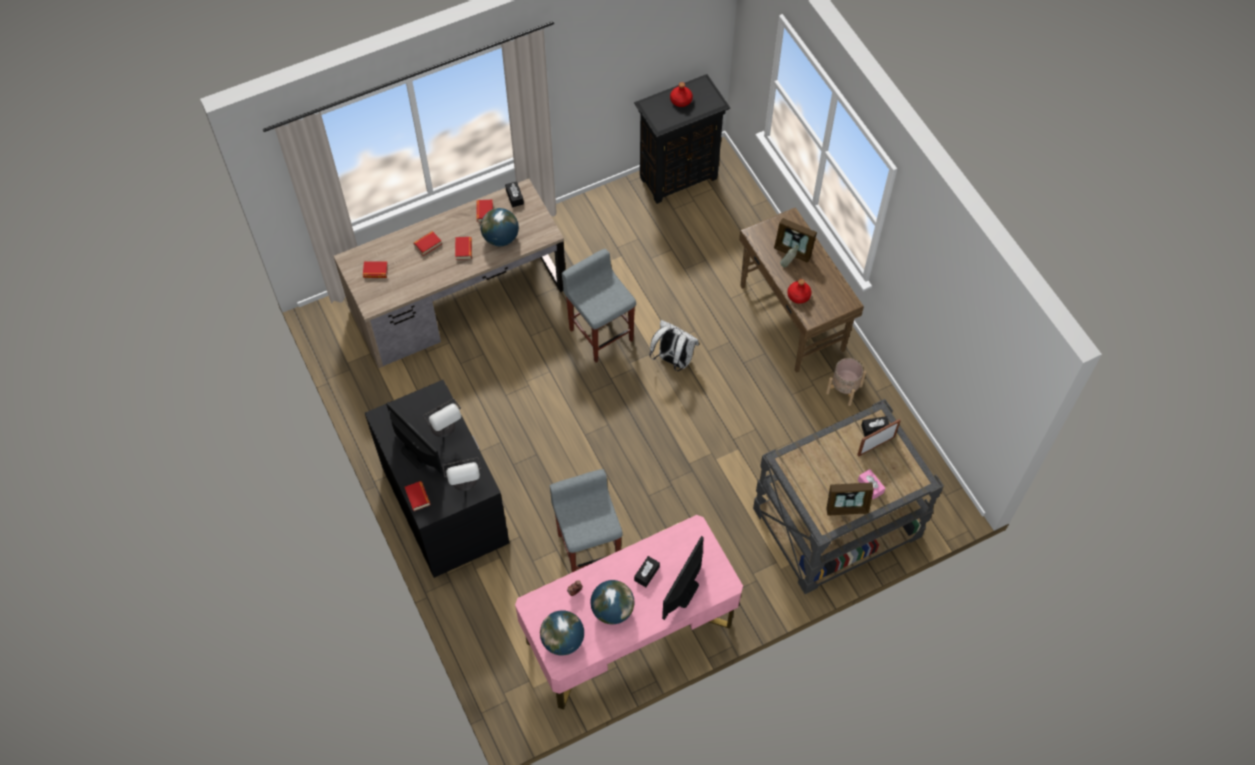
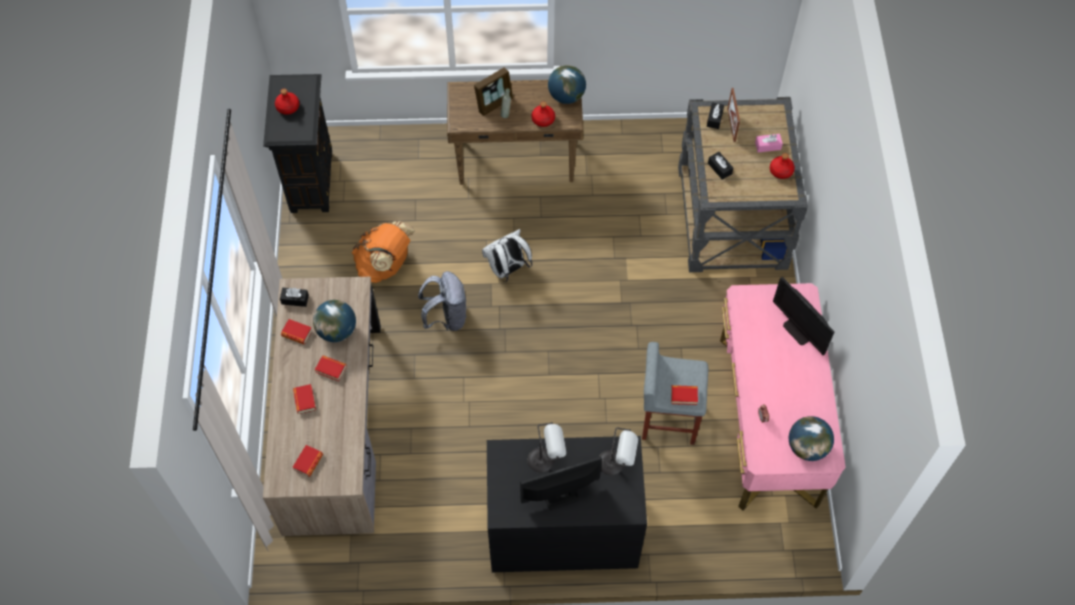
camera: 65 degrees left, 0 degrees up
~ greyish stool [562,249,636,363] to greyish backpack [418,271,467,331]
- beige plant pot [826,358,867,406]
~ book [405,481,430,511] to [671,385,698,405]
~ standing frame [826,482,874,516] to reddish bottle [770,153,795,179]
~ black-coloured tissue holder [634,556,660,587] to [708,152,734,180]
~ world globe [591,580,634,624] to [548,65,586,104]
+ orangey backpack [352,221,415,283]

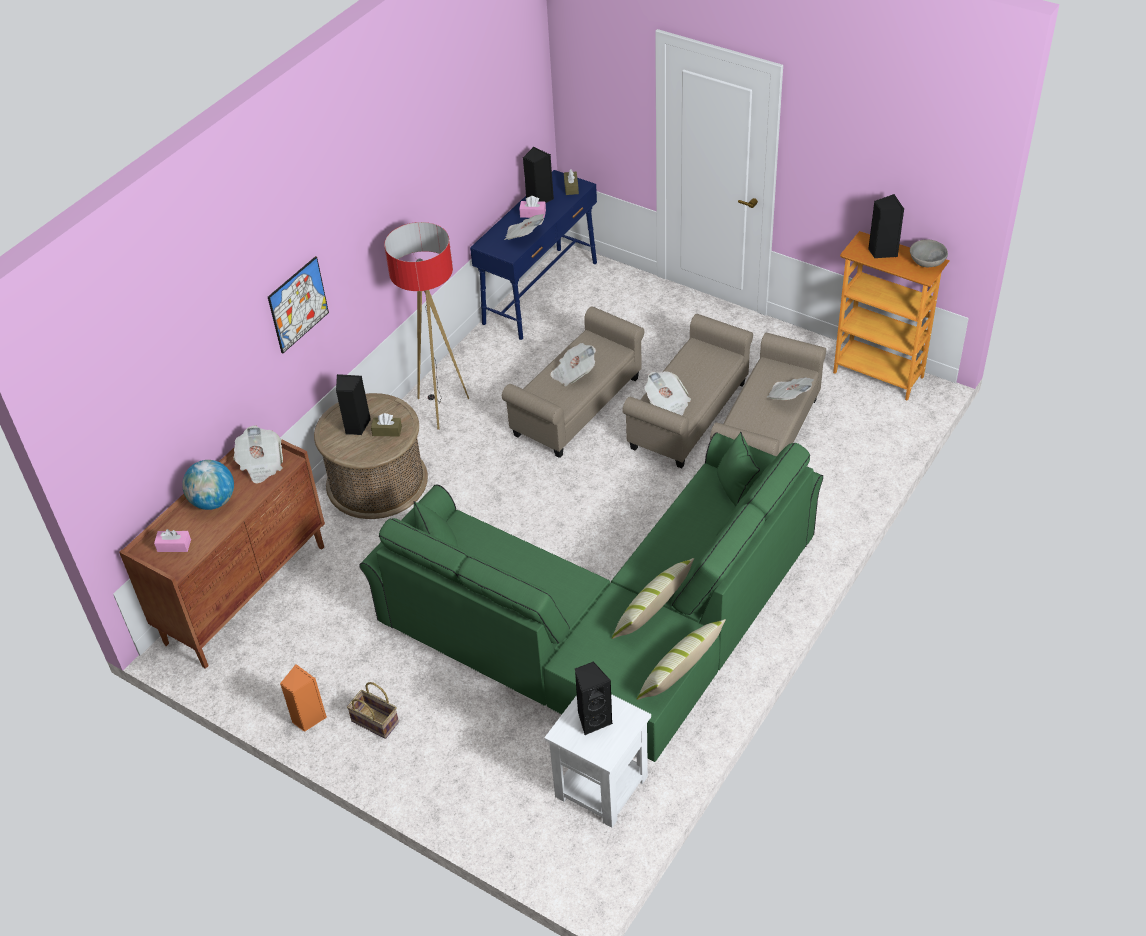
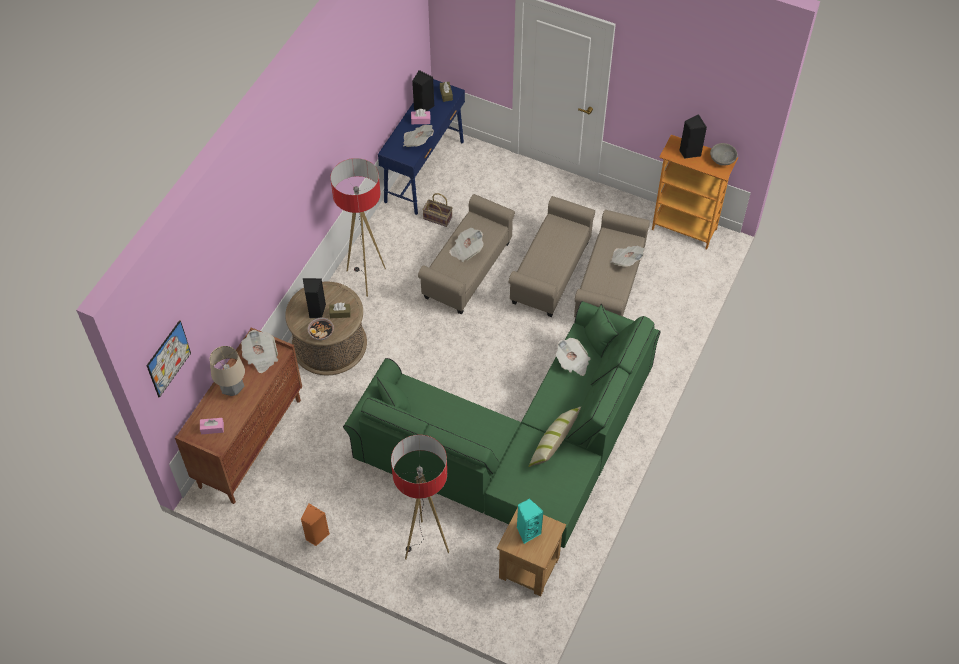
camera: 10 degrees left, 10 degrees up
~ wall art [268,256,329,354] to [146,320,191,398]
~ daily paper [645,371,691,415] to [556,338,591,376]
~ world globe [182,460,234,510] to table lamp [210,346,245,396]
- pillow [637,619,726,700]
~ black-coloured speaker [575,661,613,735] to blue-green speaker [517,498,543,544]
~ household basket [347,682,399,739] to [422,193,452,227]
~ white-coloured end table [544,694,651,828] to brownish end table [497,507,566,596]
+ deep dish [308,318,334,340]
+ standard lamp [391,435,449,559]

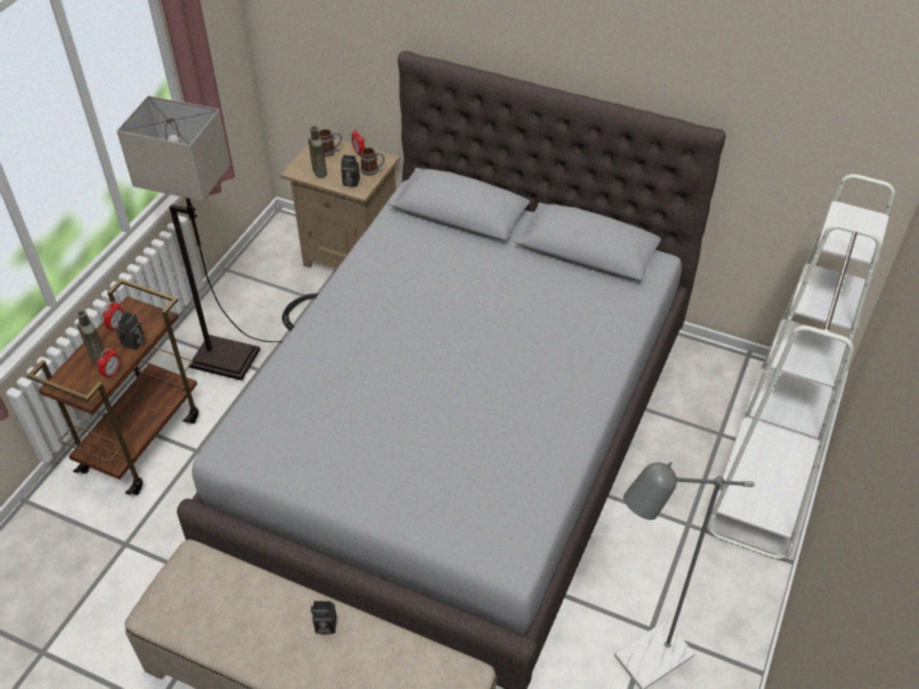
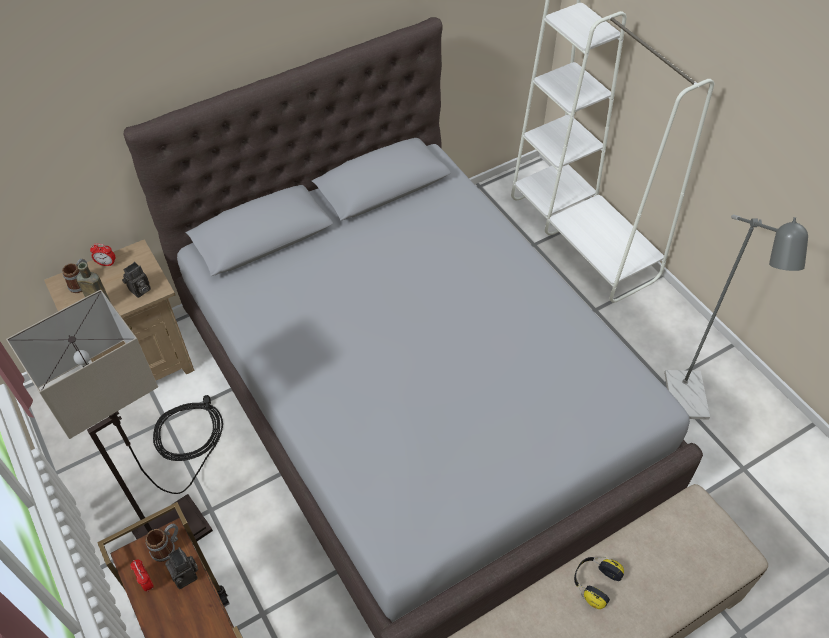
camera: 55 degrees left, 5 degrees up
~ coffee mug [361,147,385,176] to [145,524,178,562]
- brownish bottle [76,310,106,365]
- table clock [97,348,120,379]
~ still camera [311,601,337,635] to pair of headphones [574,557,624,609]

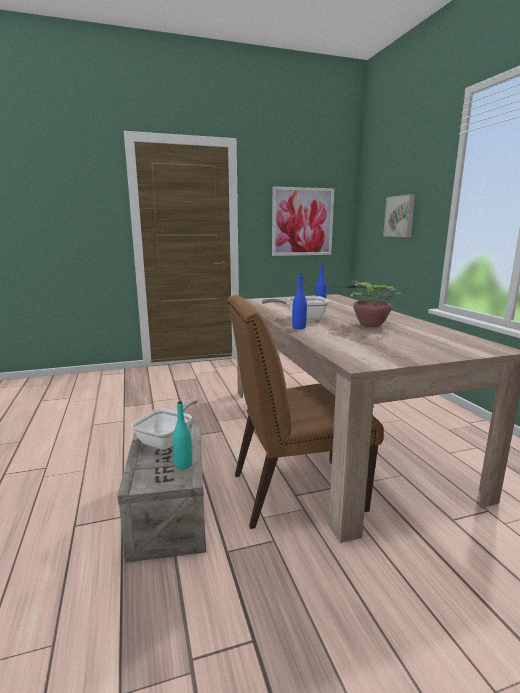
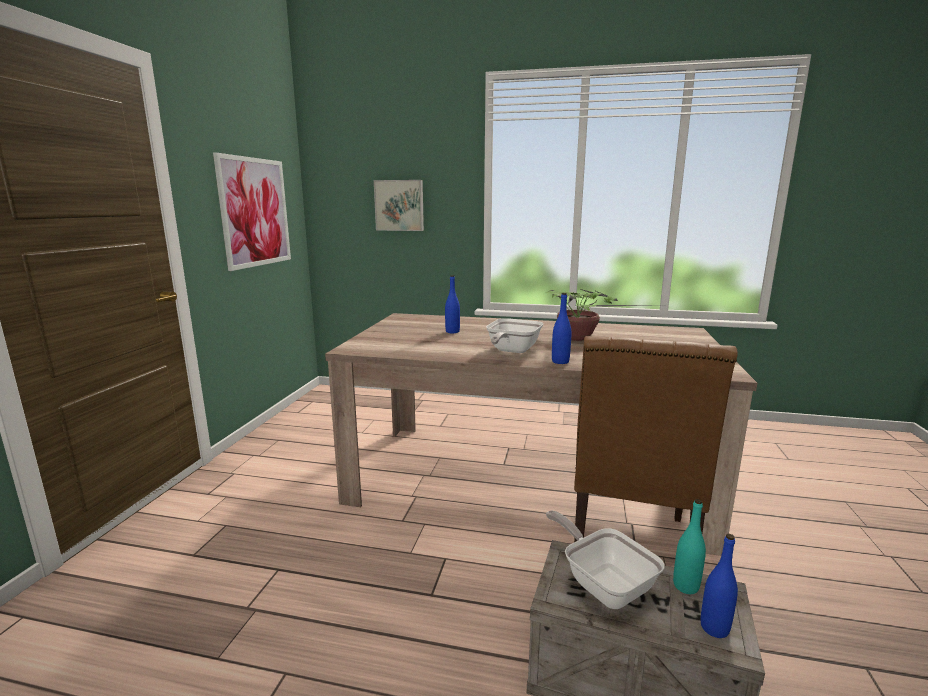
camera: 60 degrees left, 0 degrees up
+ bluish bottle [701,534,738,638]

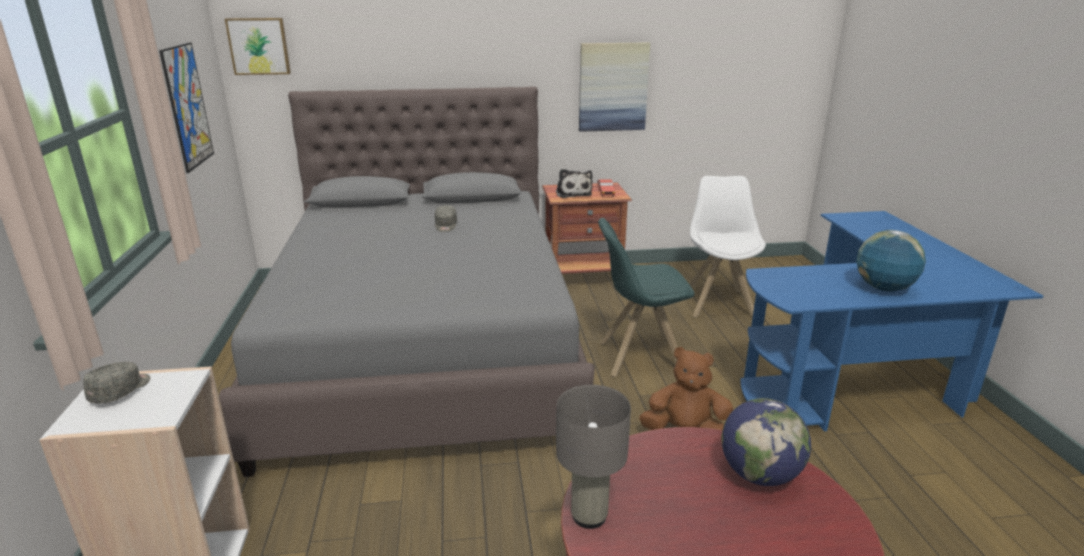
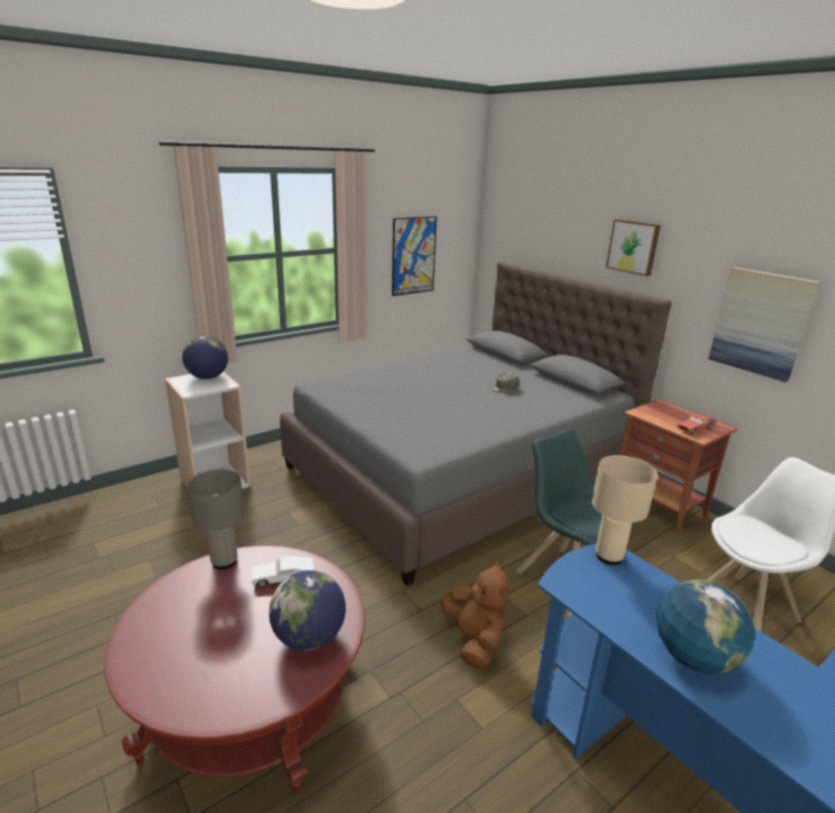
camera: 60 degrees right, 0 degrees up
~ wall art [225,18,291,75] to [606,219,661,276]
- plush toy [556,169,593,198]
~ greyish cap [83,362,150,403] to world globe [182,336,228,379]
+ beige table lamp [592,455,657,565]
+ white-coloured miniature car [252,556,315,587]

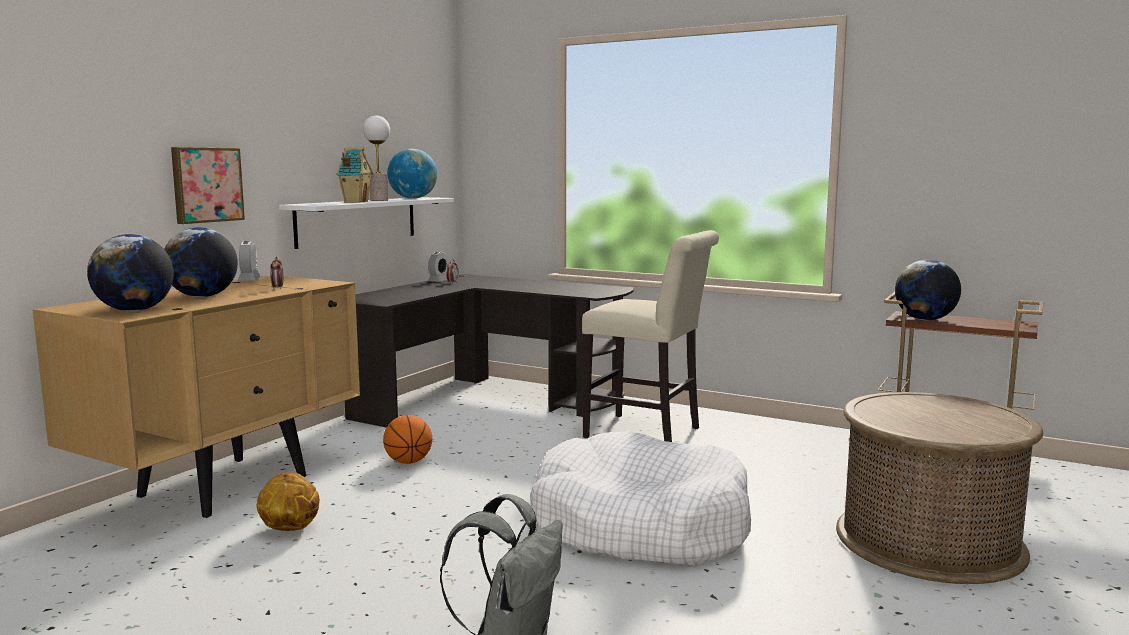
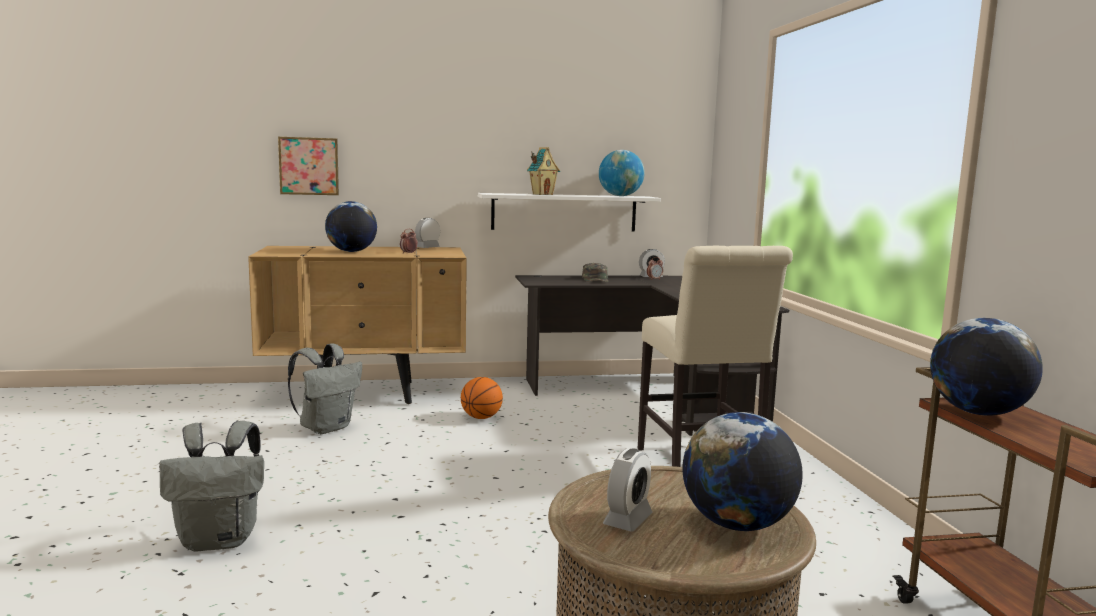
camera: 50 degrees right, 0 degrees up
- table lamp [363,115,390,201]
~ wall art [171,147,245,224] to [278,137,339,195]
~ world globe [87,234,174,311] to [682,412,803,531]
- white-coloured dog bed [530,431,751,566]
~ basketball [257,472,320,531] to greyish backpack [288,343,362,434]
+ greenish cap [582,263,609,282]
+ table clock [603,448,653,532]

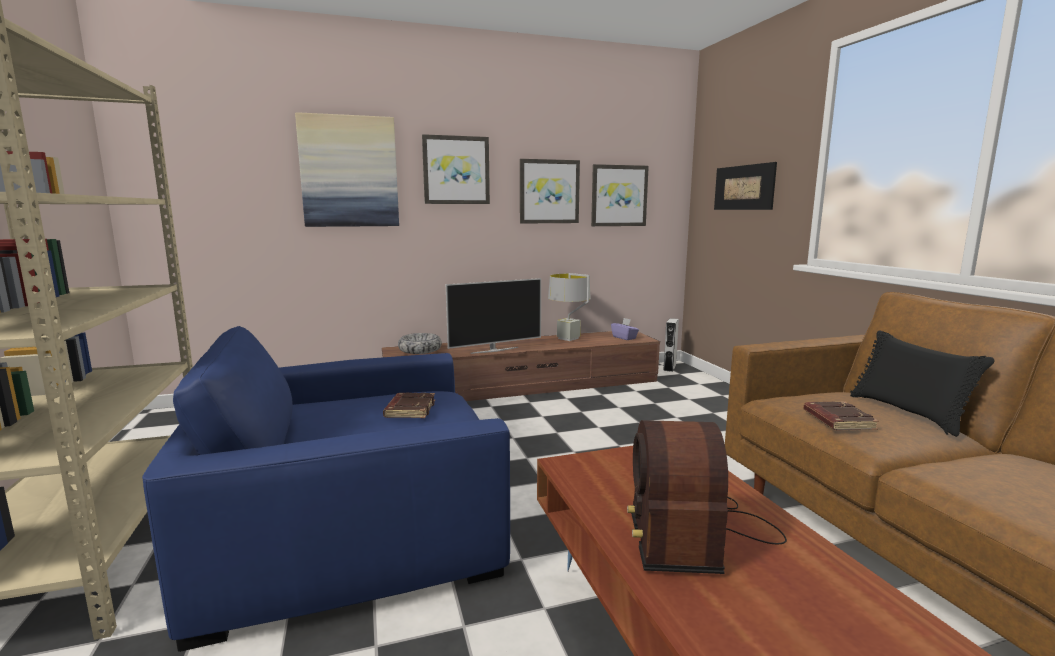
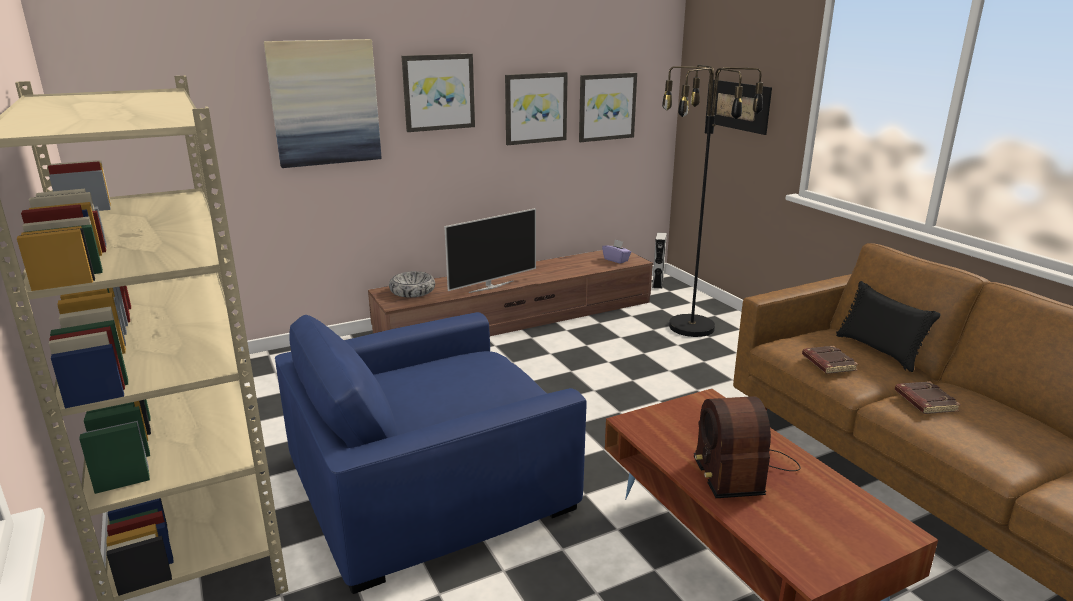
camera: 10 degrees left, 10 degrees up
- greyish table lamp [548,273,591,341]
~ brownish book [383,393,435,418] to [895,381,961,414]
+ standard lamp [662,64,763,337]

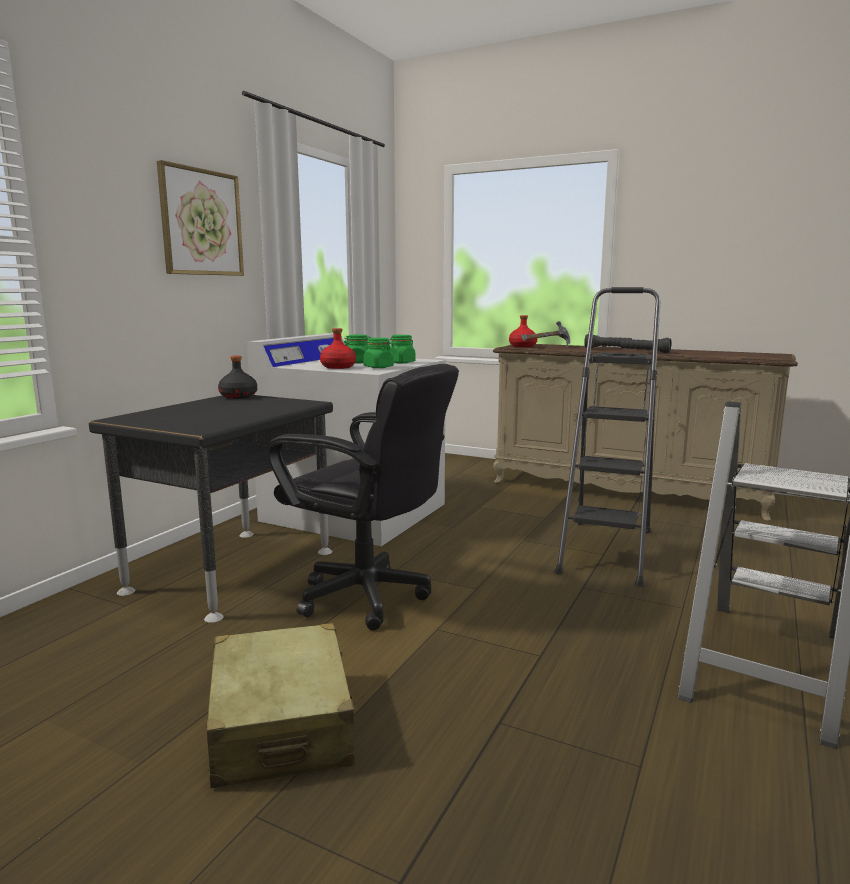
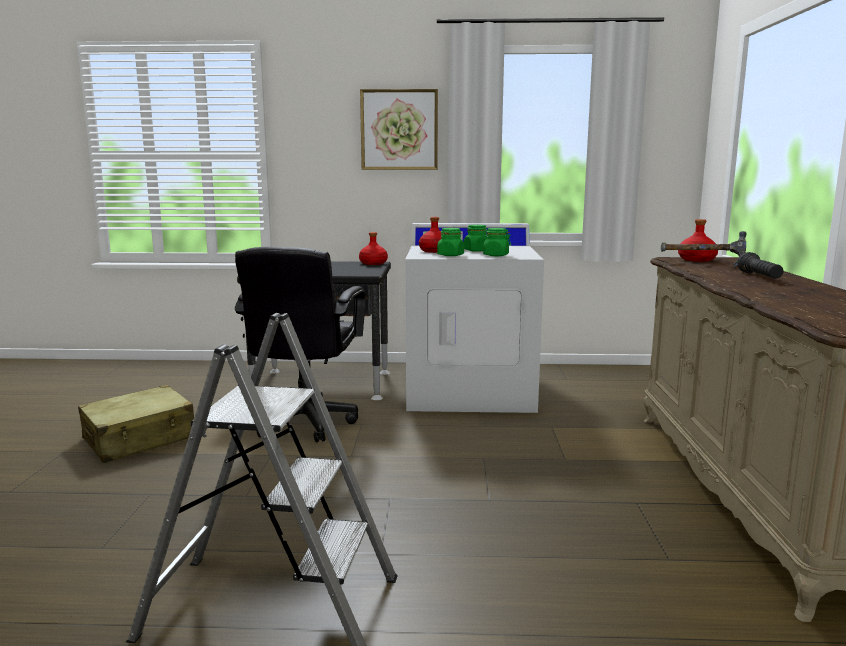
camera: 65 degrees right, 0 degrees up
- step ladder [554,287,660,587]
- black-coloured hand torch [620,338,672,353]
~ black-coloured bottle [218,356,257,399] to reddish bottle [359,232,388,265]

